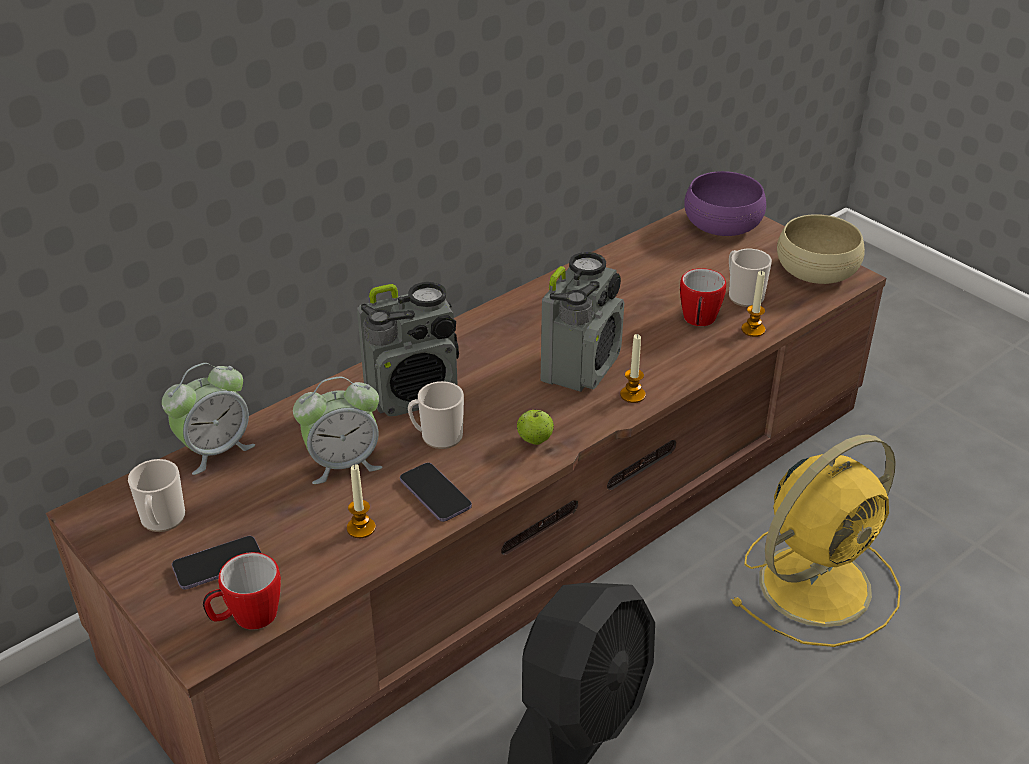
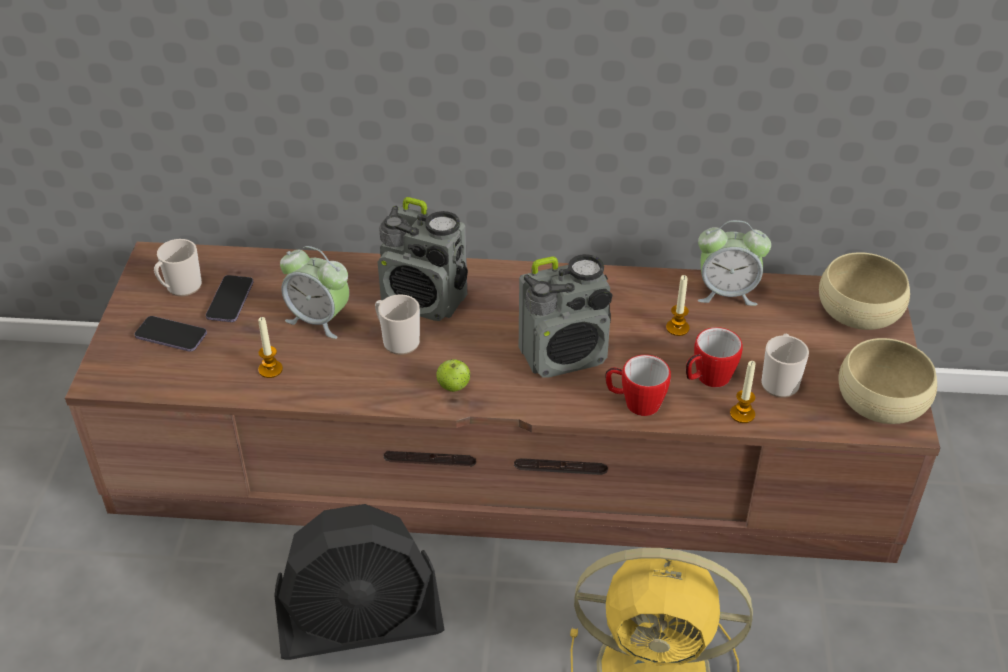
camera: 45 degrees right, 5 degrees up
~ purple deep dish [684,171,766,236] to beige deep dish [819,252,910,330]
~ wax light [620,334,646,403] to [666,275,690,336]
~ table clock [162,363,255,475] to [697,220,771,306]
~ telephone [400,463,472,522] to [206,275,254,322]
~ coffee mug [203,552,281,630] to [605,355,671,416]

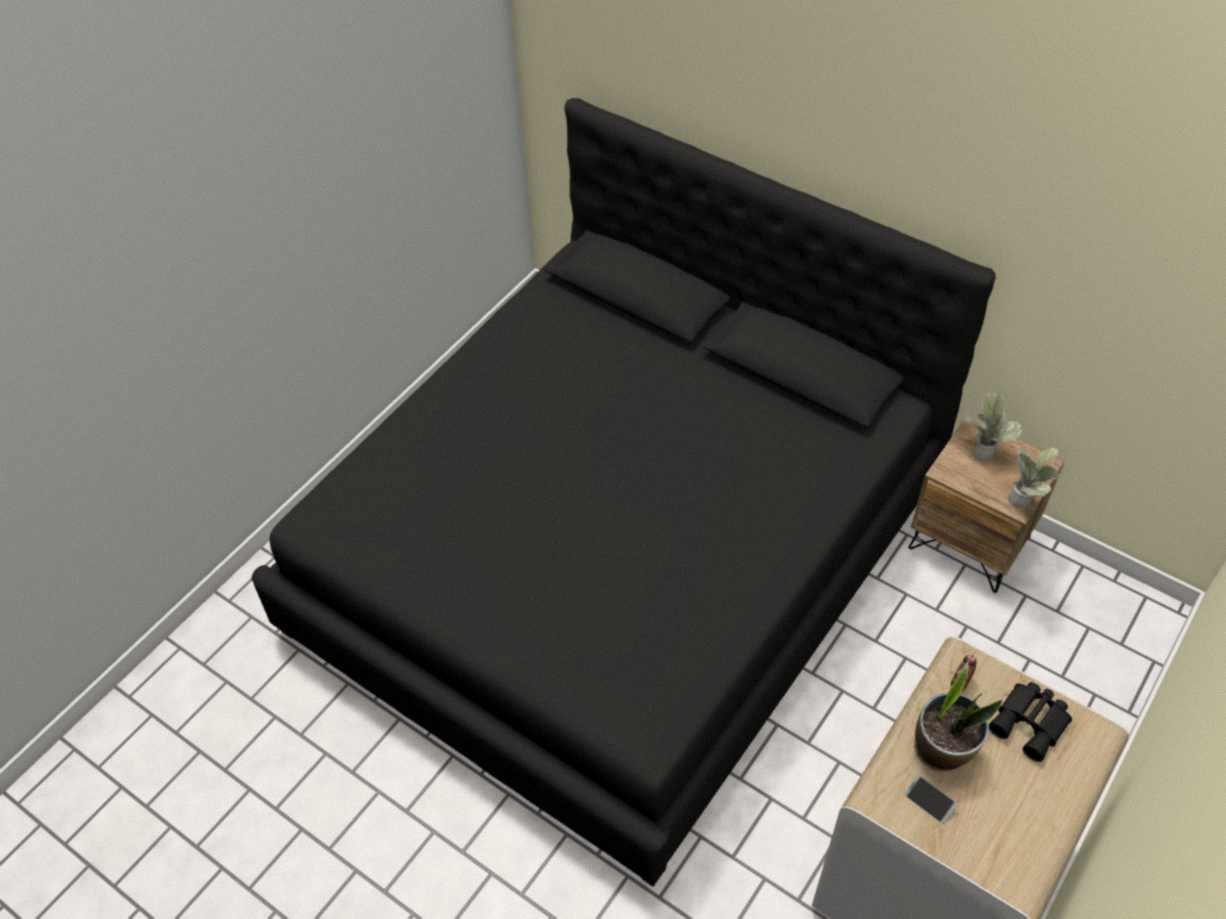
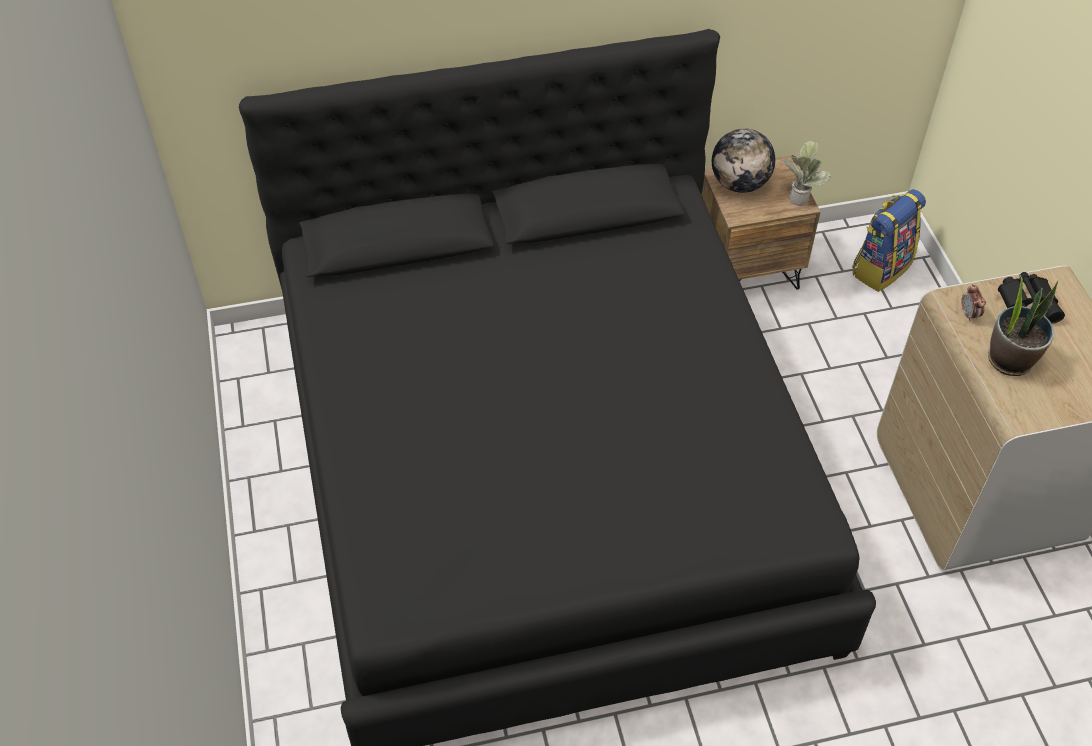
camera: 50 degrees left, 0 degrees up
~ potted plant [964,392,1023,462] to world globe [712,128,775,193]
- telephone [904,775,958,824]
+ backpack [853,189,926,292]

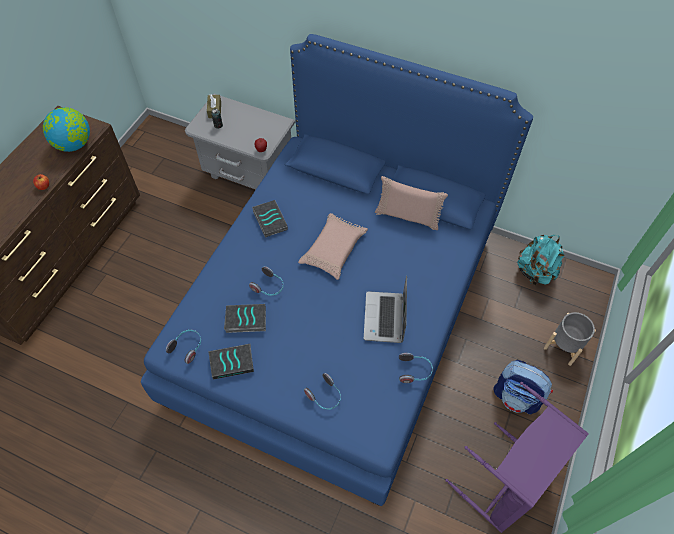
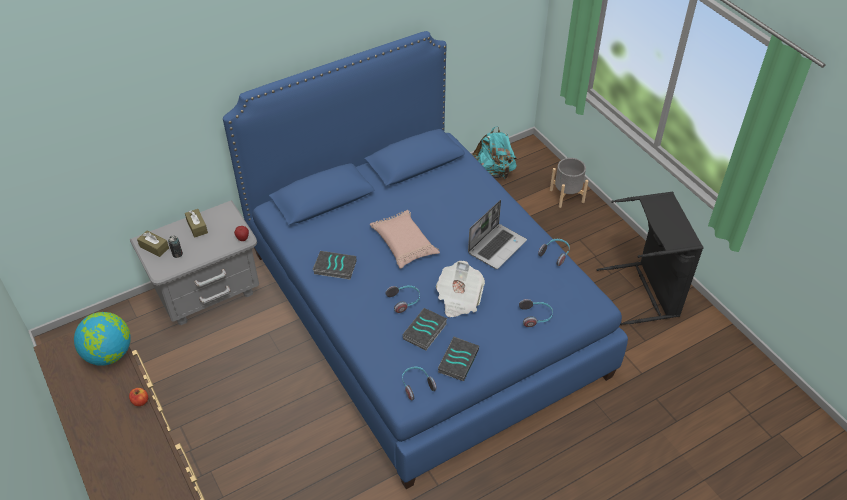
camera: 55 degrees left, 10 degrees down
- beige pillow [375,176,448,230]
~ laptop [364,276,407,343] = [468,200,527,269] 90 degrees counterclockwise
- backpack [493,360,553,414]
~ purple washing basket [445,382,589,533] to black-coloured washing basket [597,192,704,325]
+ brownish tissue holder [185,209,208,238]
+ daily paper [436,261,485,317]

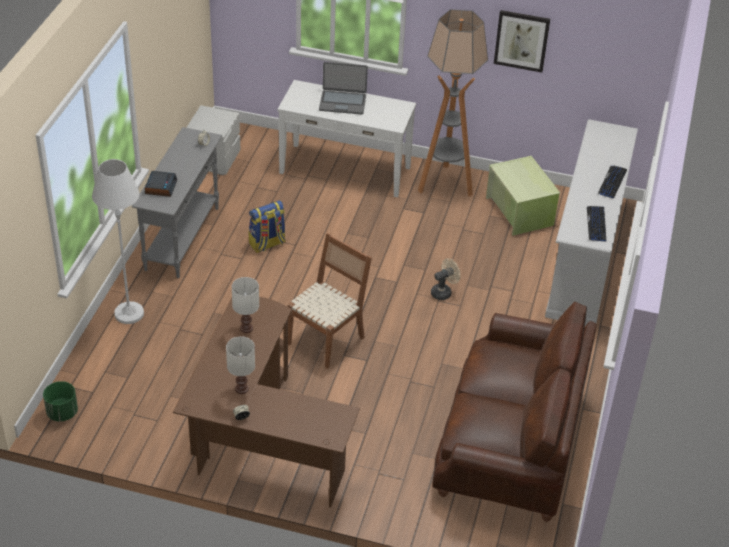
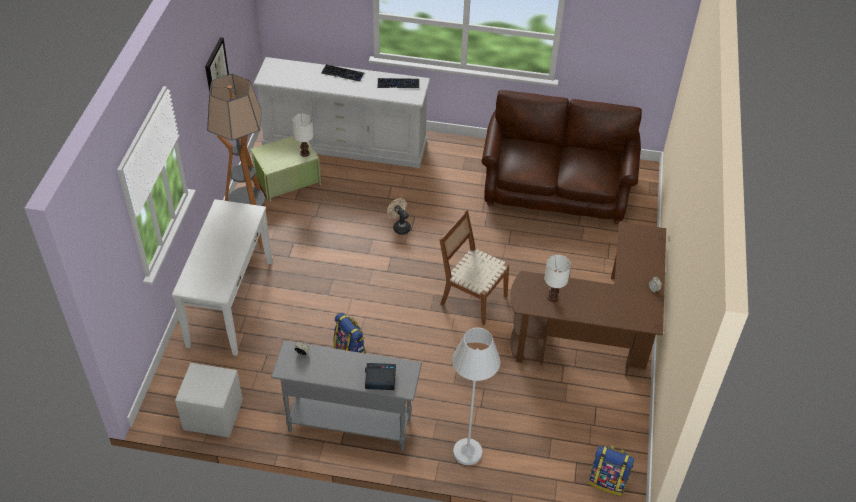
camera: 95 degrees left, 5 degrees up
- laptop [319,62,368,114]
~ white-coloured table lamp [226,336,255,394] to [292,114,314,157]
~ greenish plant pot [43,381,78,422] to backpack [588,445,634,496]

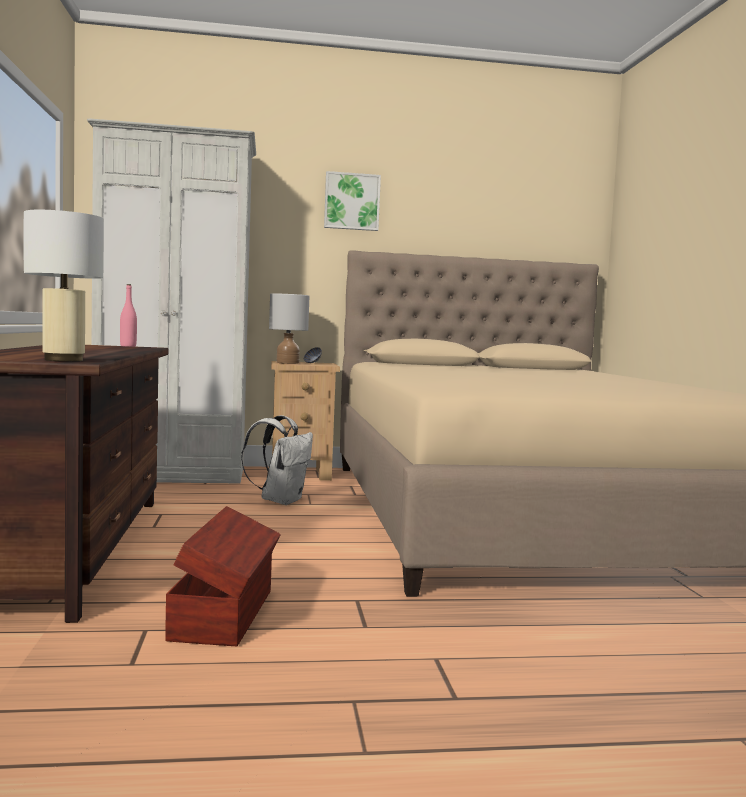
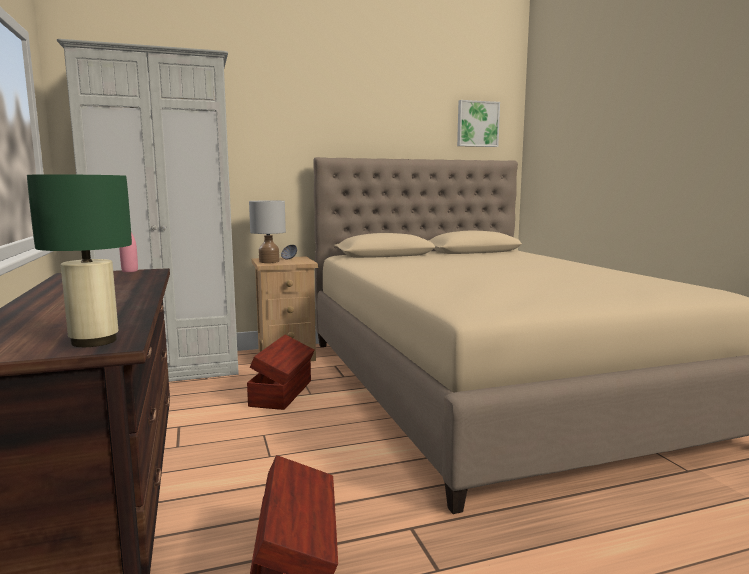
camera: 10 degrees left, 5 degrees up
~ wall art [324,171,381,231] to [457,100,500,147]
~ white-coloured table lamp [24,210,104,361] to greenish table lamp [27,174,132,347]
~ white-coloured backpack [241,415,313,505] to brownish storage container [247,335,315,410]

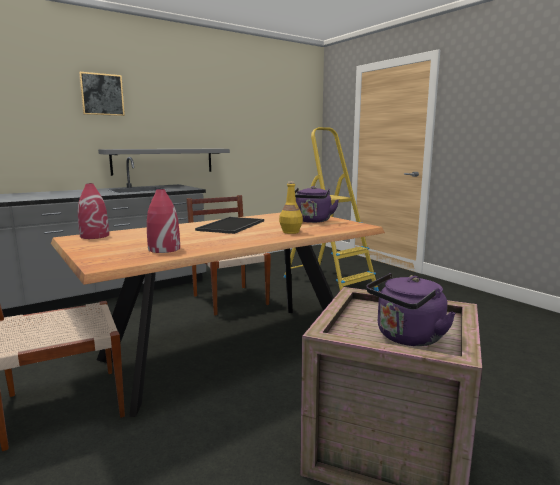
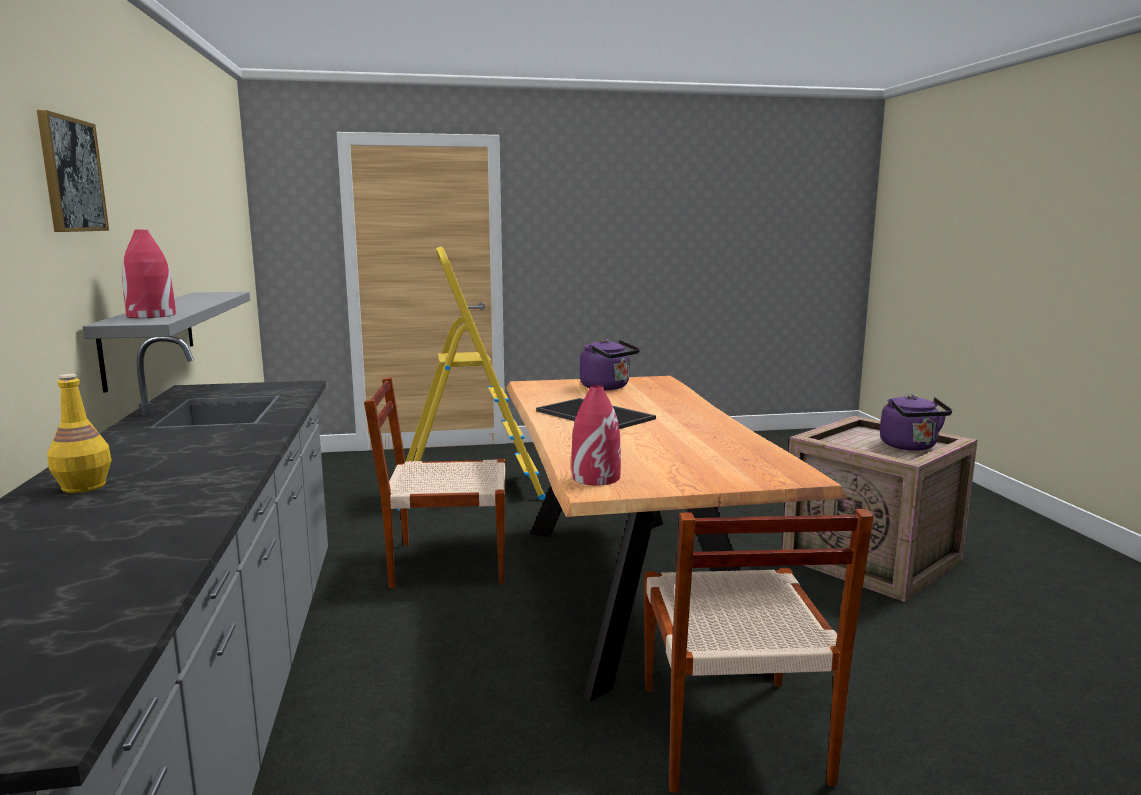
camera: 65 degrees left, 0 degrees up
~ yellowish bottle [279,182,303,234] to [47,374,112,493]
~ reddish vase [147,189,180,253] to [122,229,176,318]

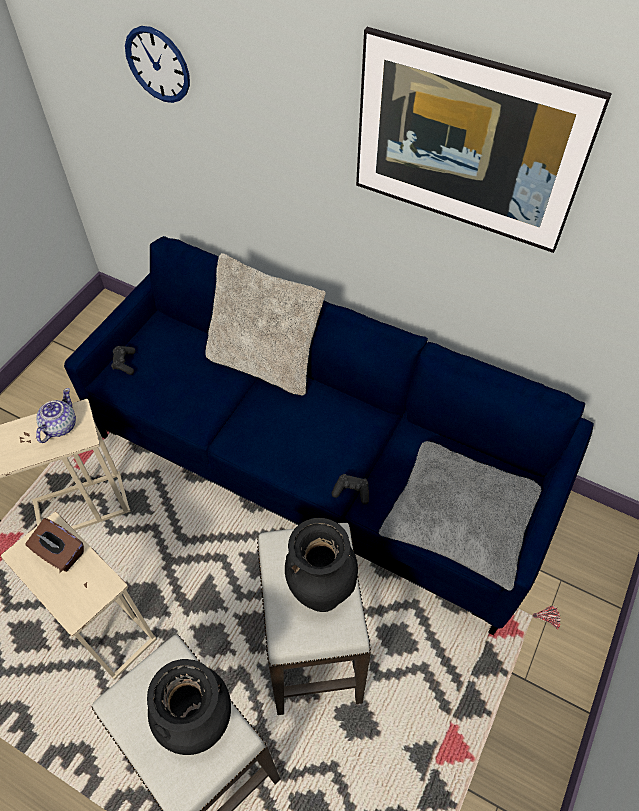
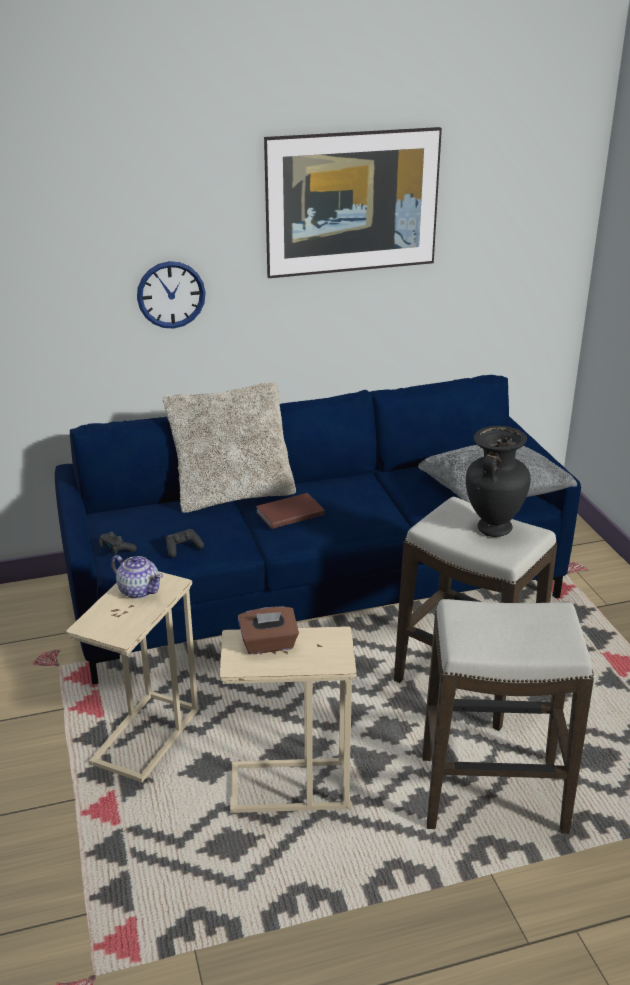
camera: 45 degrees left, 25 degrees down
~ hanging clock [125,26,190,103] to [137,261,206,328]
~ tea pot [36,388,76,443] = [111,555,163,599] 150 degrees clockwise
~ black-coloured game controller [332,474,369,505] to [166,529,204,558]
- black-coloured vase [147,659,231,755]
+ brownish book [256,493,325,529]

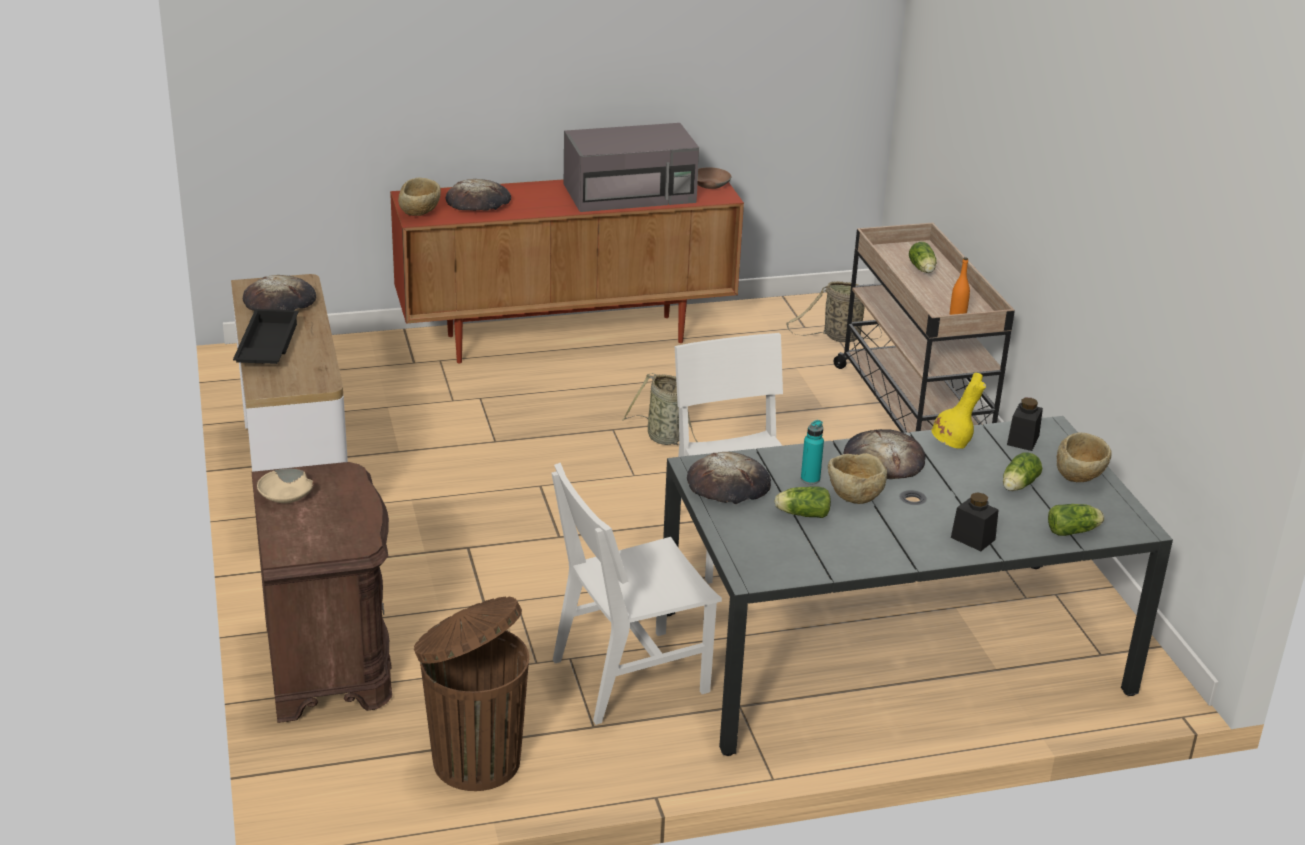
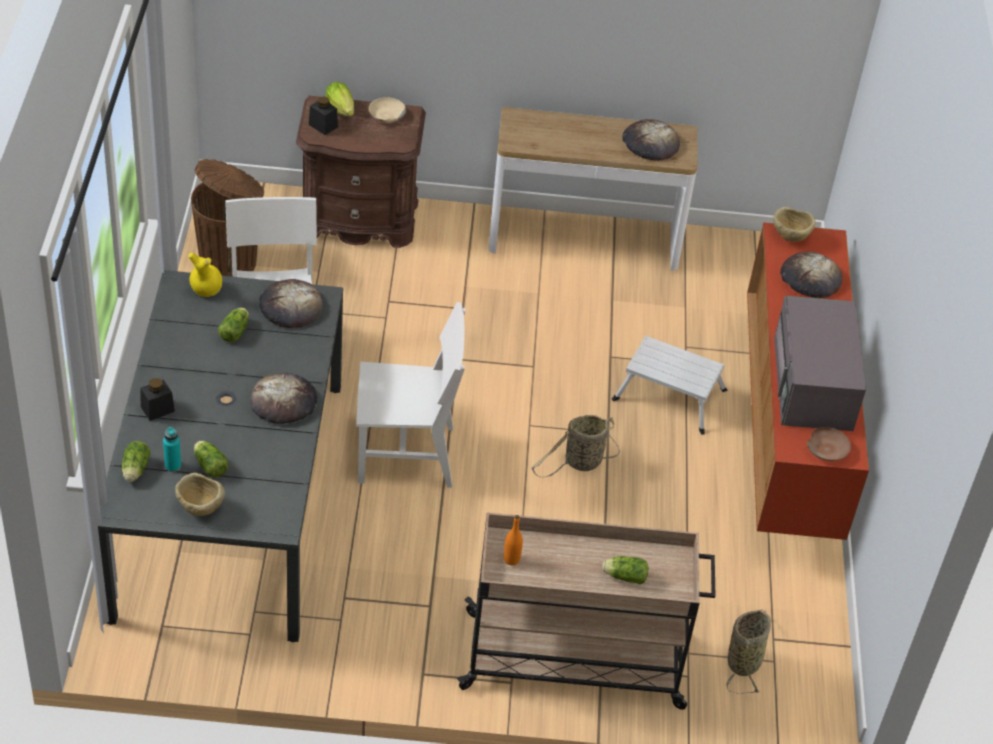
camera: 105 degrees right, 15 degrees up
- black-coloured tray [233,309,299,364]
~ yellowish vase [931,373,986,449] to [188,253,222,297]
~ black-coloured storage jar [1007,398,1043,451] to [309,96,338,135]
~ blue-green bottle [801,420,824,484] to [163,427,181,472]
- beige deep dish [828,453,887,504]
+ lettuce head [325,82,354,117]
+ white-coloured step ladder [612,335,728,435]

